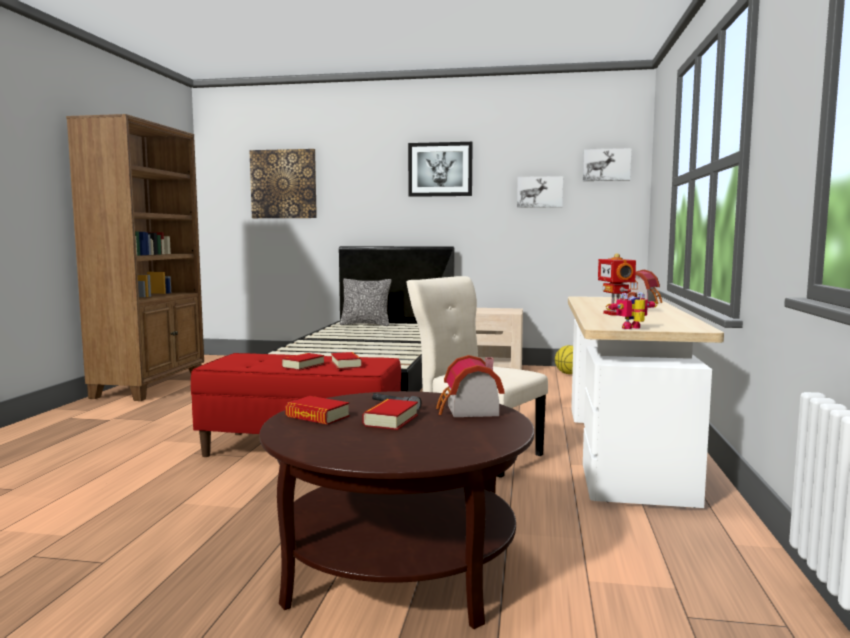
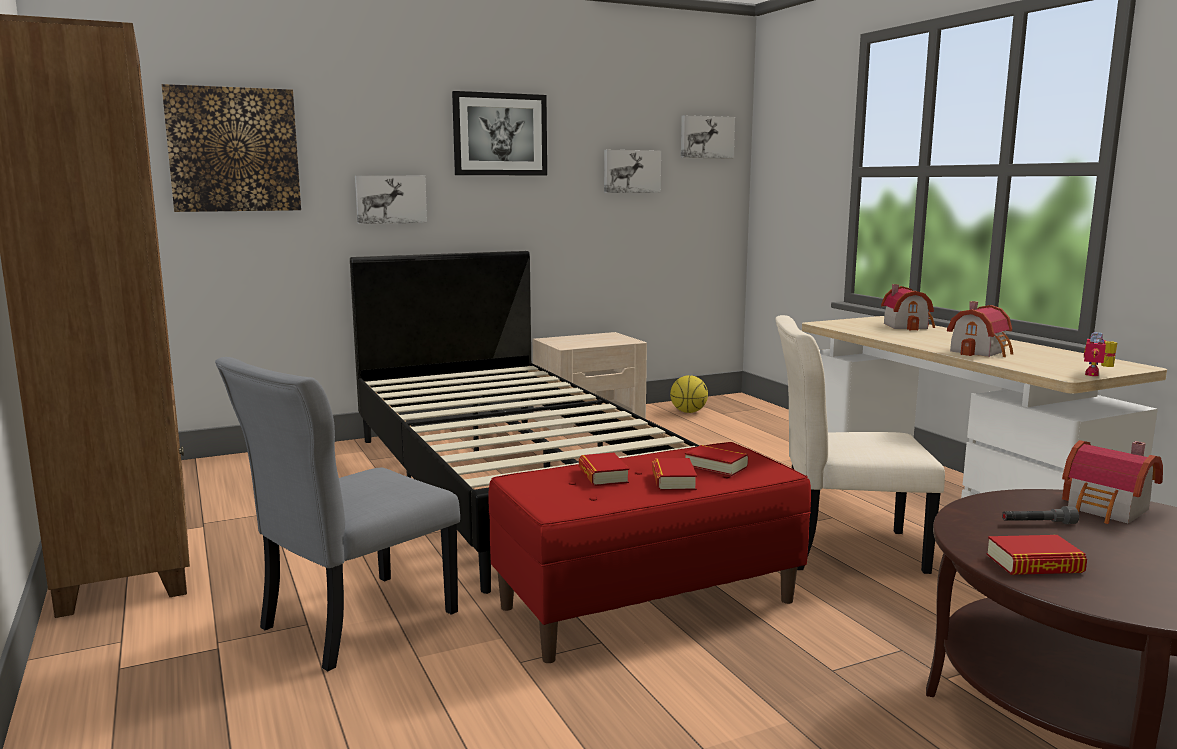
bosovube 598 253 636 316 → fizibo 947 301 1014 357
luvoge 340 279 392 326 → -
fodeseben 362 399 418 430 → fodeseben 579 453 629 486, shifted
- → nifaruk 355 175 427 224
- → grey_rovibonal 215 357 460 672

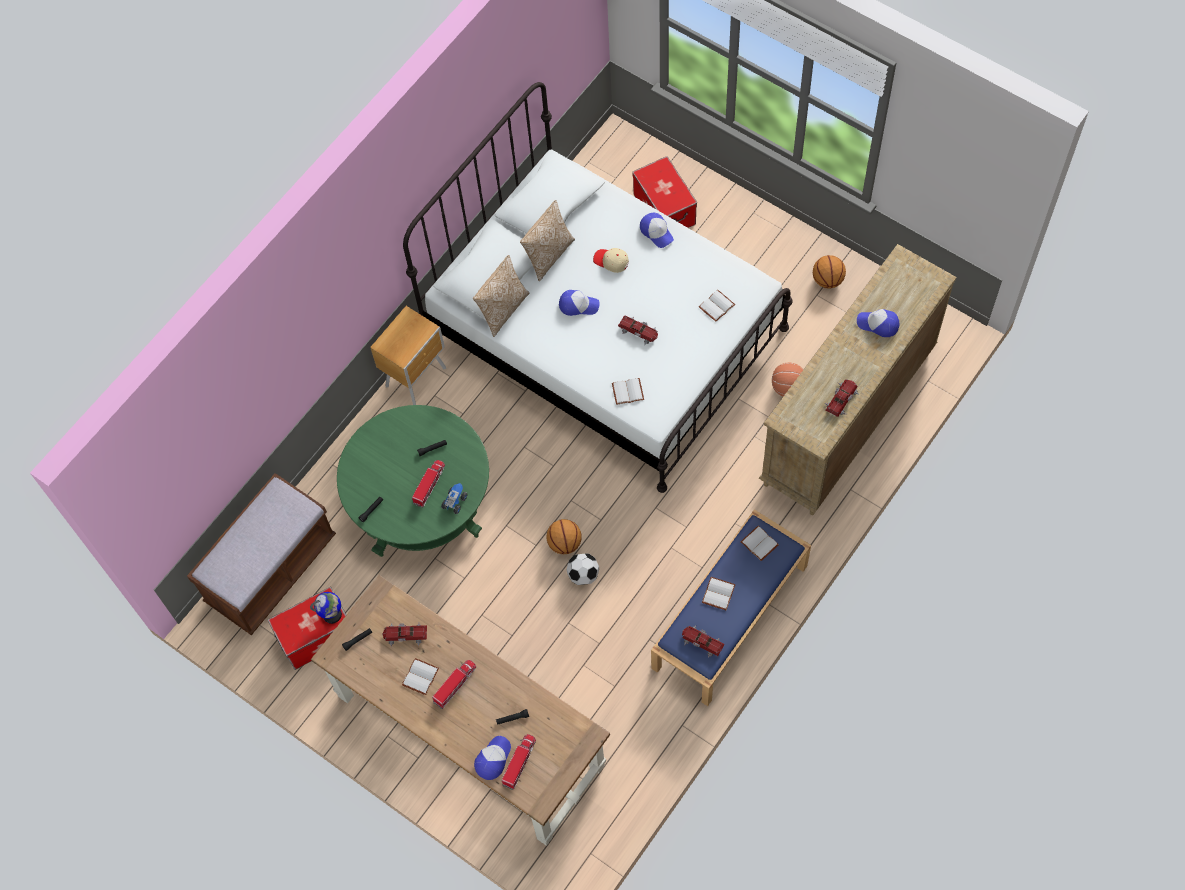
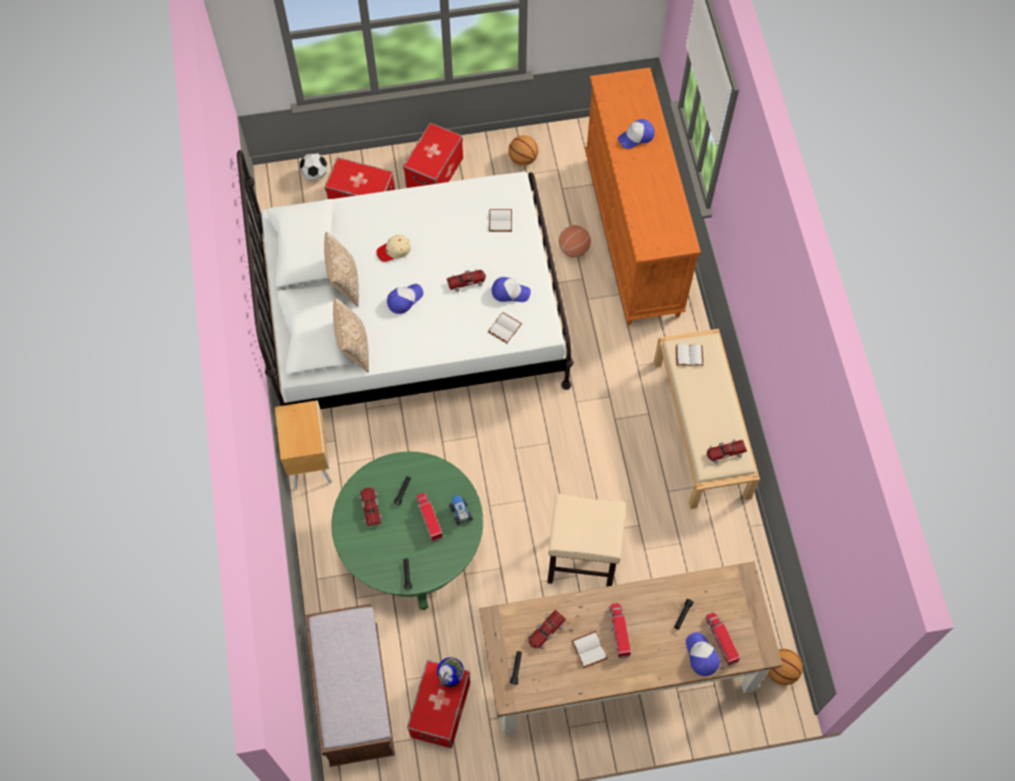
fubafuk 640 213 674 248 → fubafuk 492 277 531 302, shifted
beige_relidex 759 244 957 515 → orange_relidex 585 68 701 325
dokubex 825 379 860 417 → dokubex 358 487 385 526, shifted
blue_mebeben 651 509 811 706 → beige_mebeben 654 329 760 509
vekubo 546 519 582 554 → vekubo 768 649 803 685, shifted
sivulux 567 553 599 585 → sivulux 300 153 328 180, shifted
white_fodeseben 702 577 735 610 → -
- → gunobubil 403 123 463 188
- → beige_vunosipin 547 494 626 587

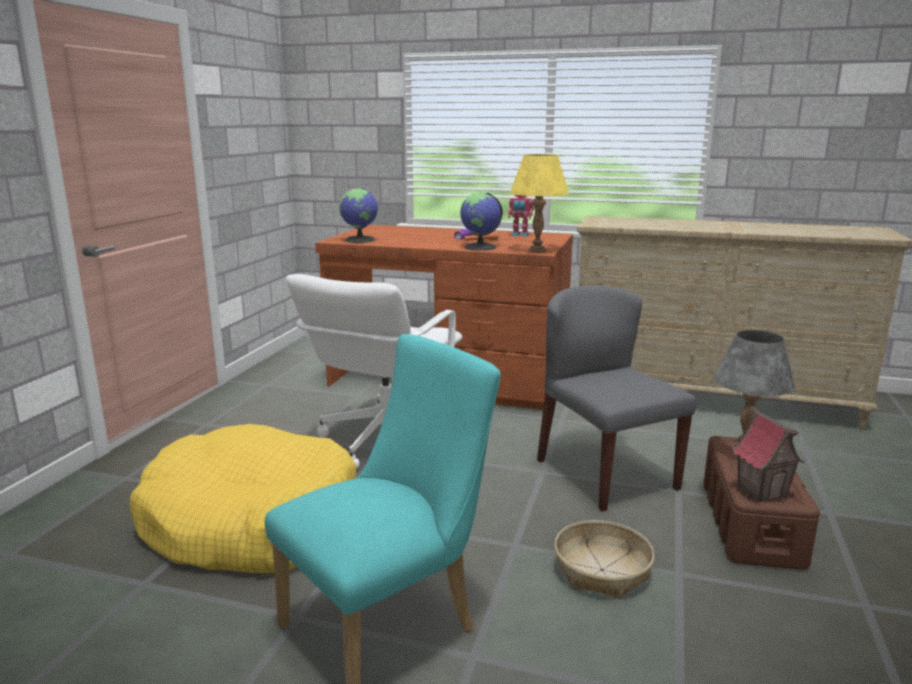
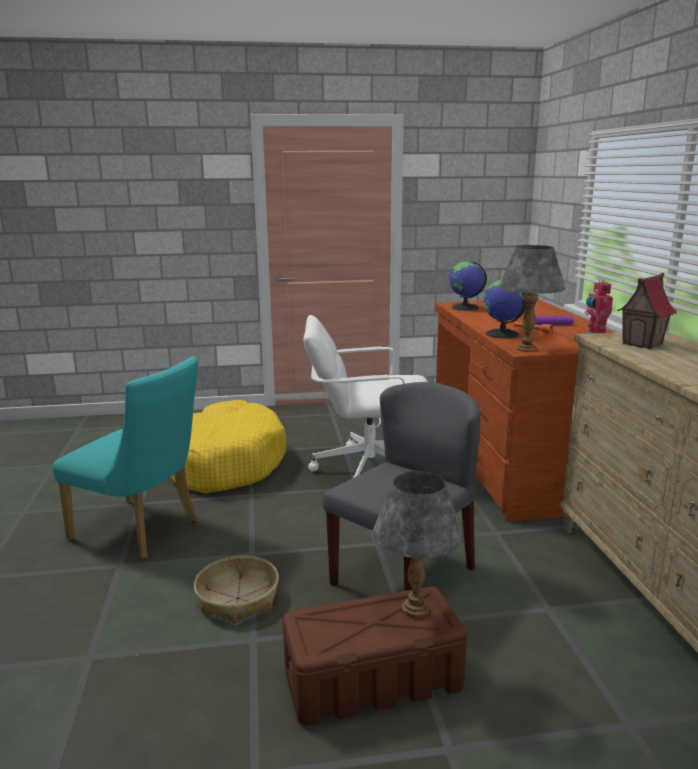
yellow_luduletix 510 154 569 252 → grey_luduletix 499 245 565 352
fizibo 732 406 804 502 → fizibo 617 273 676 349, shifted

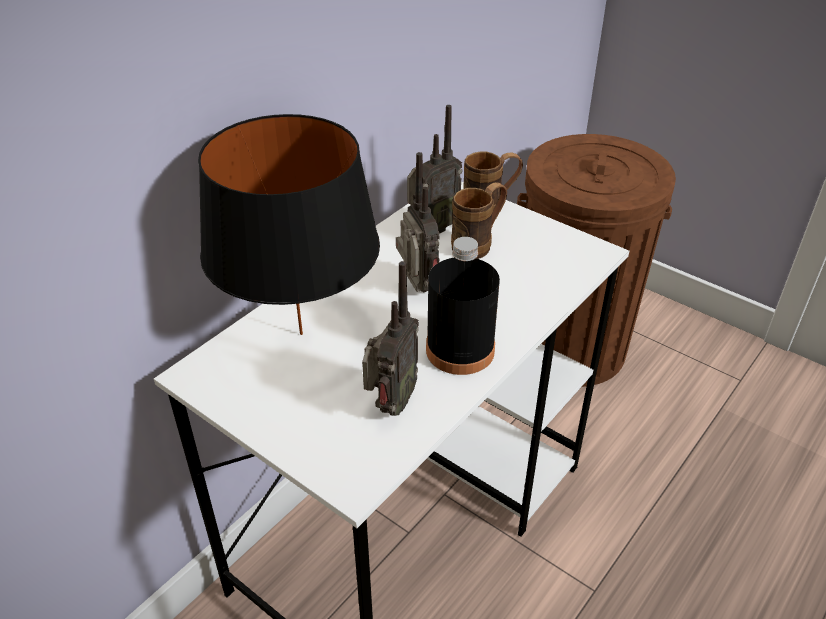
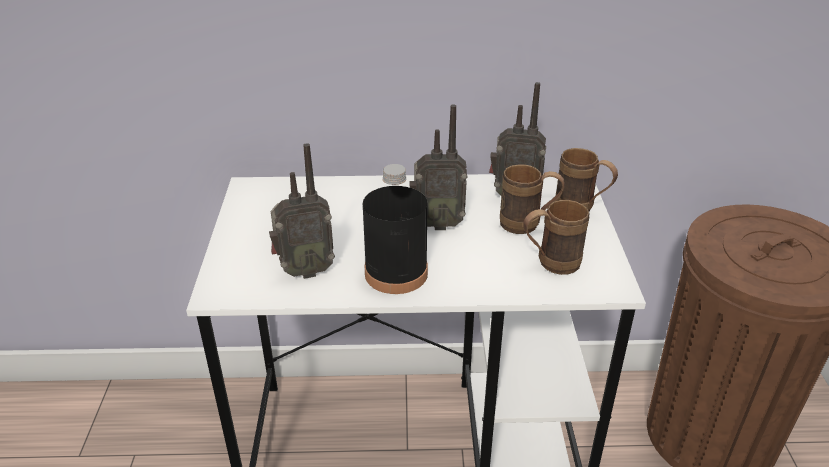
black_luduletix 198 114 380 335 → -
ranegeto 396 152 440 292 → ranegeto 410 104 468 230, 60 degrees clockwise
- → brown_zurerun 523 200 590 275

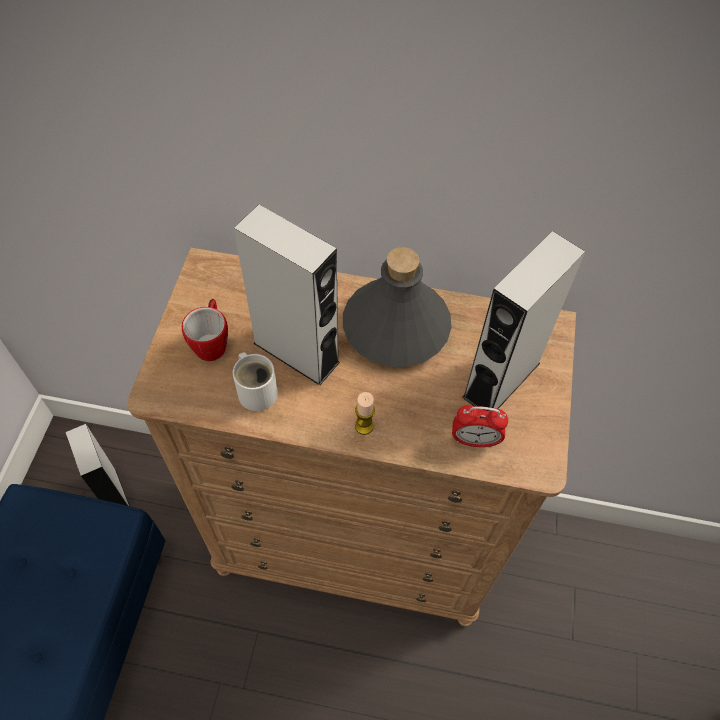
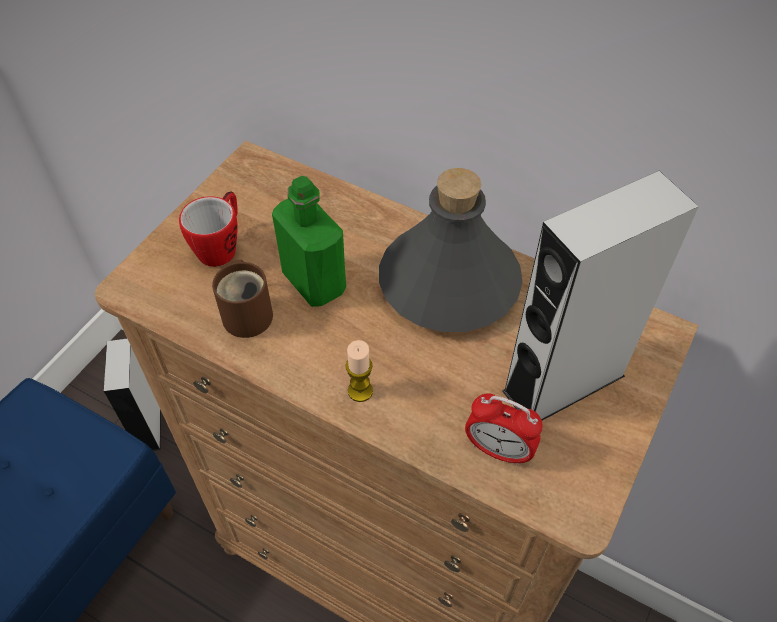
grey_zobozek 234 205 340 385 → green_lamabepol 272 176 346 307
white_zurerun 233 352 278 411 → brown_zurerun 212 260 273 338

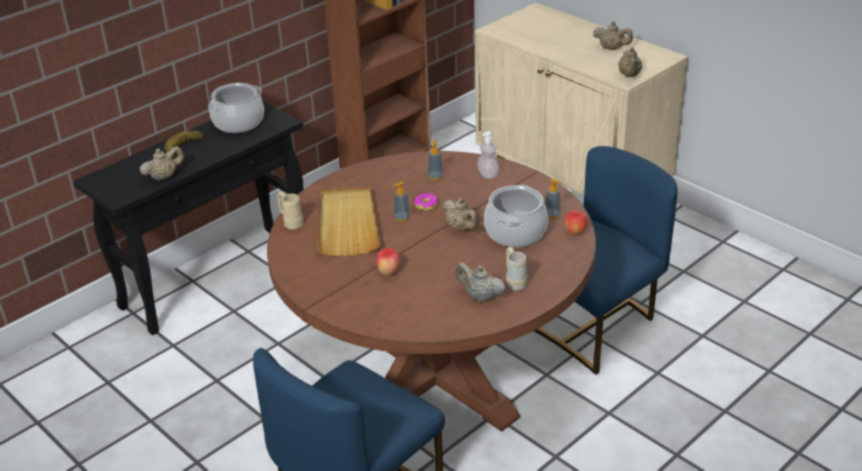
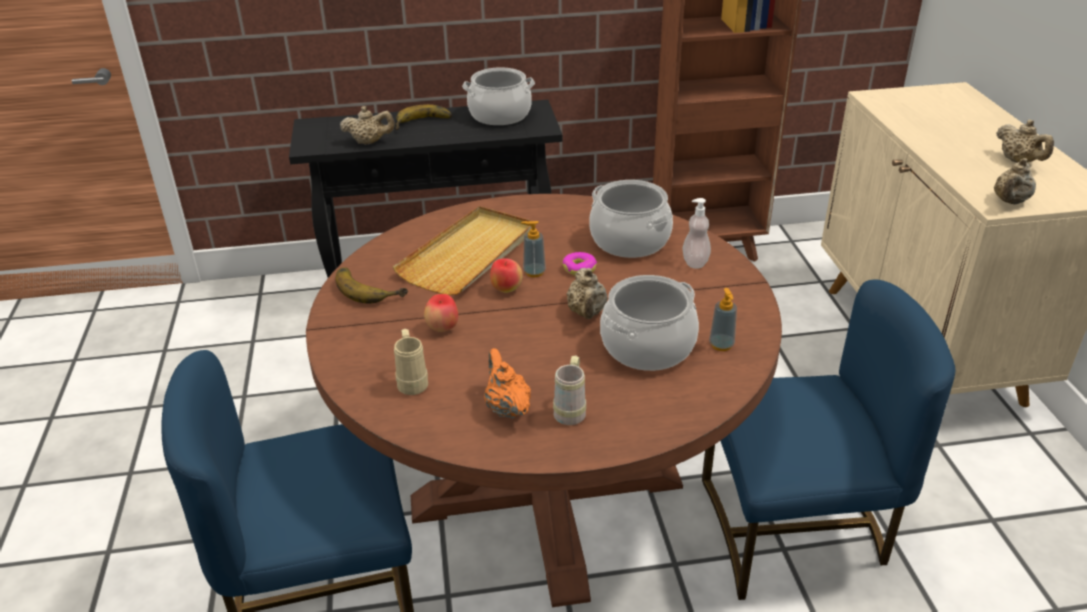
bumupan 428 139 443 180 → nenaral 589 180 673 258
beige_zurerun 277 192 303 230 → beige_zurerun 394 329 428 395, shifted
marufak 564 211 588 235 → marufak 490 258 523 293, shifted
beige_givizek 455 262 506 302 → orange_givizek 484 348 531 419
- → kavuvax 335 267 408 304

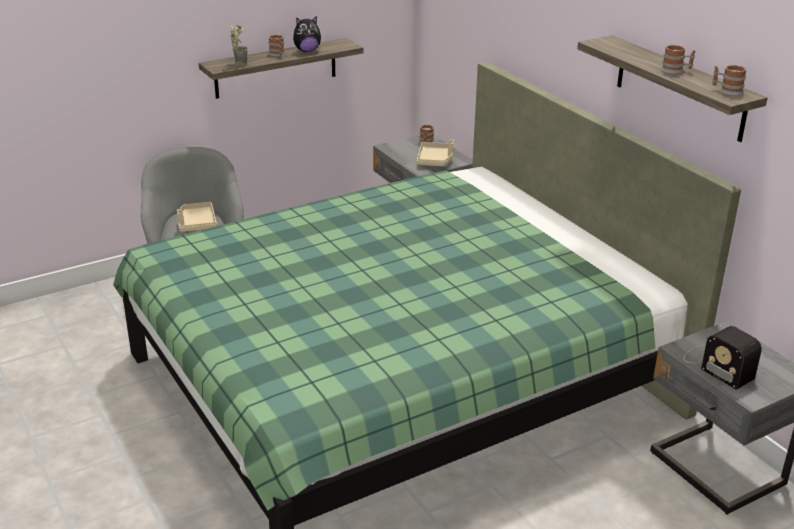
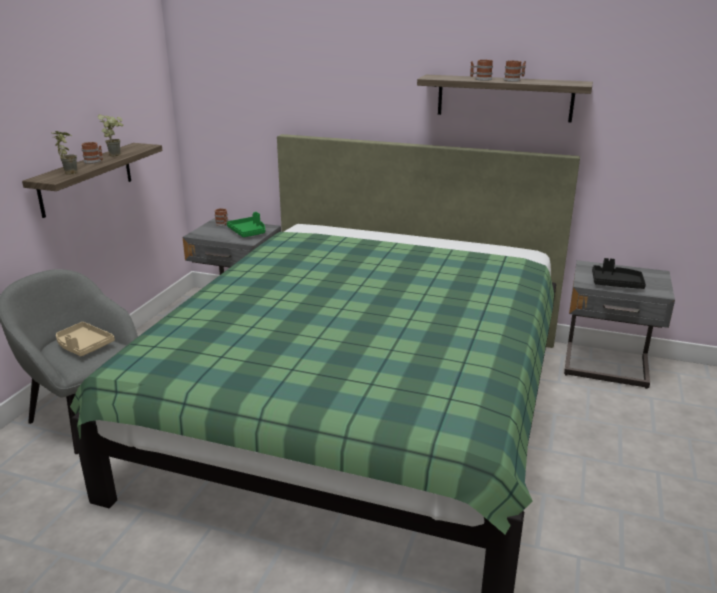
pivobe 293 16 321 52 → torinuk 97 114 124 157
zurerun 712 65 746 96 → zurerun 470 59 493 81, shifted
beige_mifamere 417 140 454 166 → green_mifamere 227 212 265 237
ranegeto 684 326 762 390 → black_mifamere 592 258 646 289

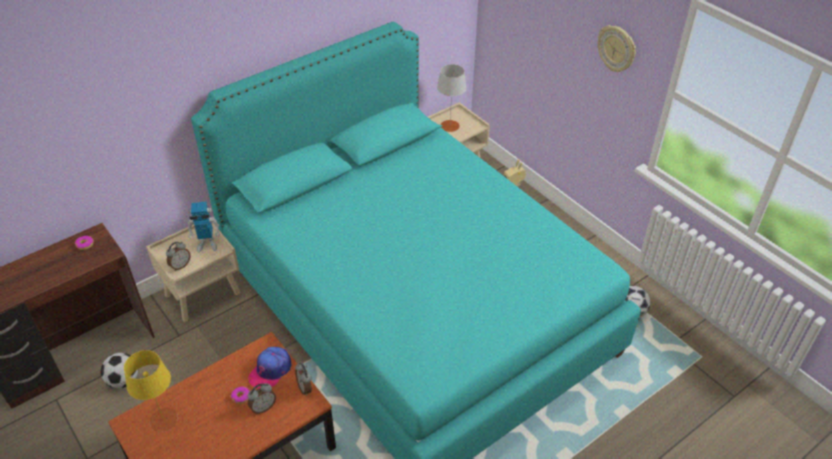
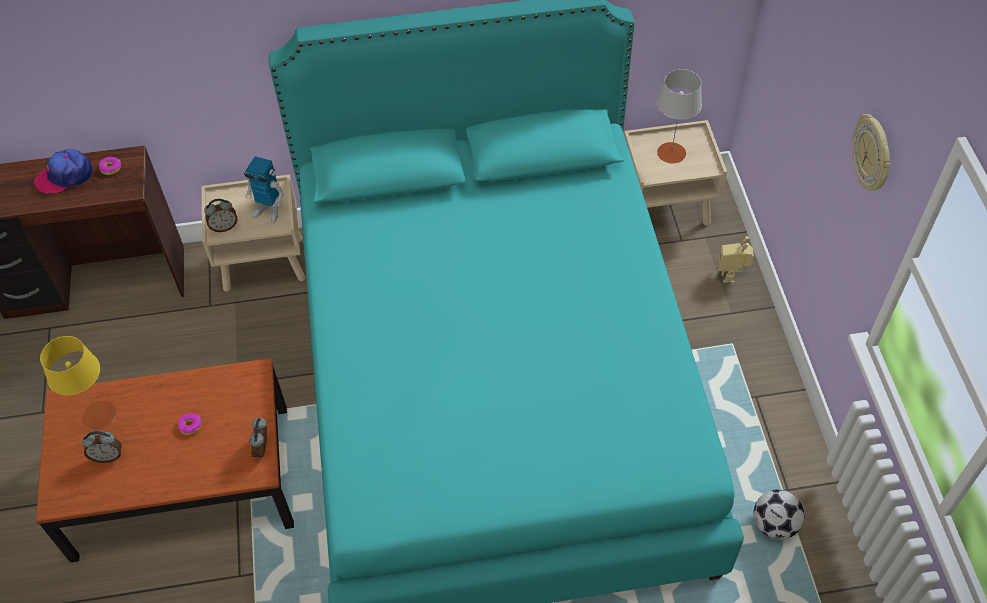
fubafuk 248 347 291 389 → fubafuk 34 149 93 194, shifted
sivulux 101 353 138 388 → -
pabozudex 248 383 276 414 → pabozudex 82 431 122 463, shifted

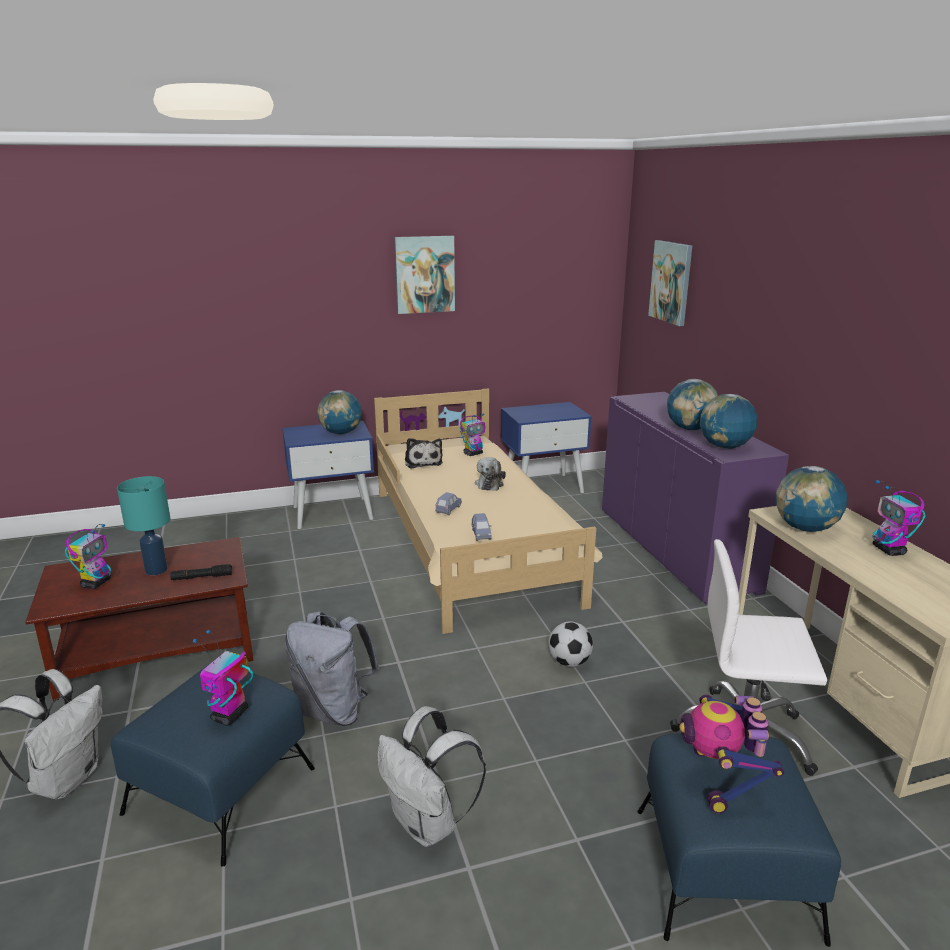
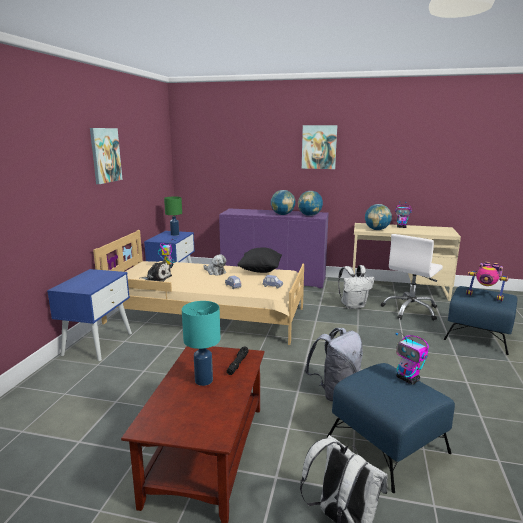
nifaruk 648 240 692 326 → nifaruk 302 125 337 169, shifted
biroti 317 390 362 435 → -
bosovube 65 524 111 589 → -
sivulux 548 621 593 667 → -
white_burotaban 378 706 486 847 → white_burotaban 338 265 375 309, shifted
- → green_luduletix 164 197 182 236
- → black_luvoge 237 247 282 273

